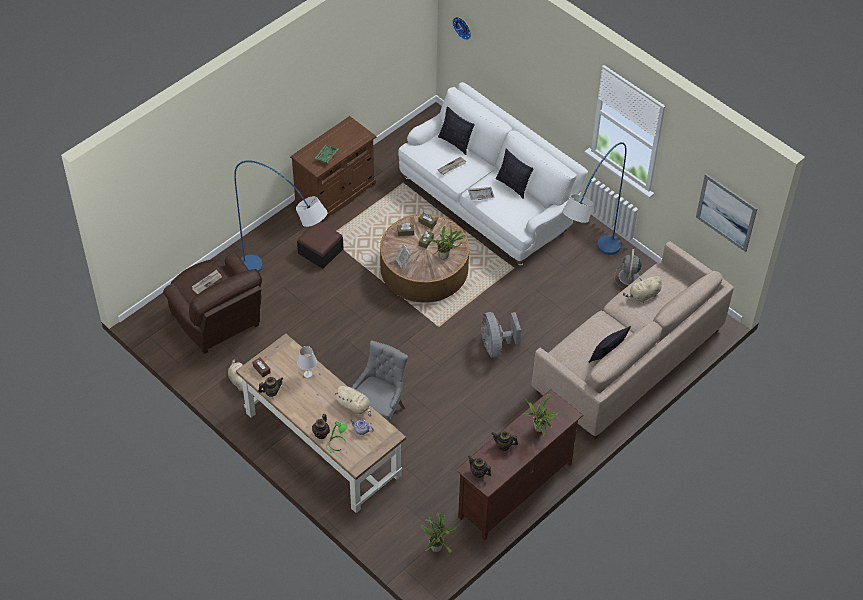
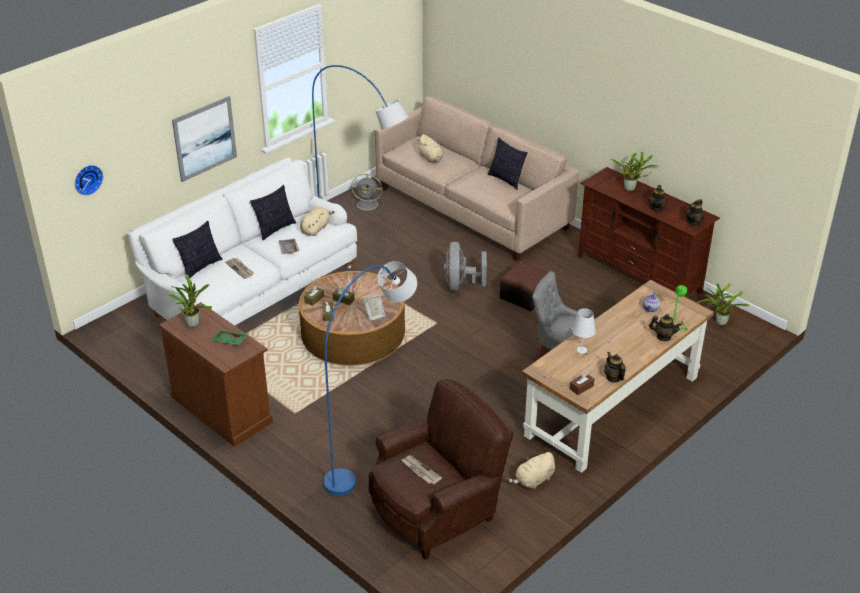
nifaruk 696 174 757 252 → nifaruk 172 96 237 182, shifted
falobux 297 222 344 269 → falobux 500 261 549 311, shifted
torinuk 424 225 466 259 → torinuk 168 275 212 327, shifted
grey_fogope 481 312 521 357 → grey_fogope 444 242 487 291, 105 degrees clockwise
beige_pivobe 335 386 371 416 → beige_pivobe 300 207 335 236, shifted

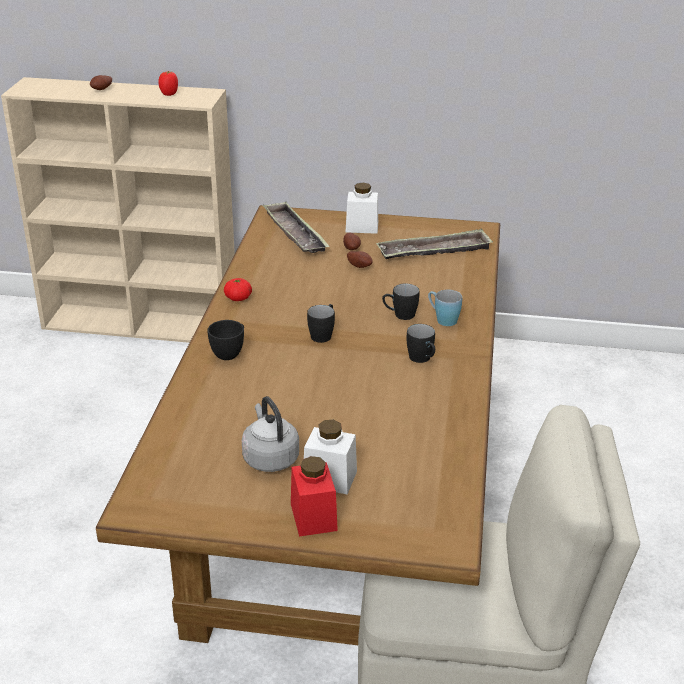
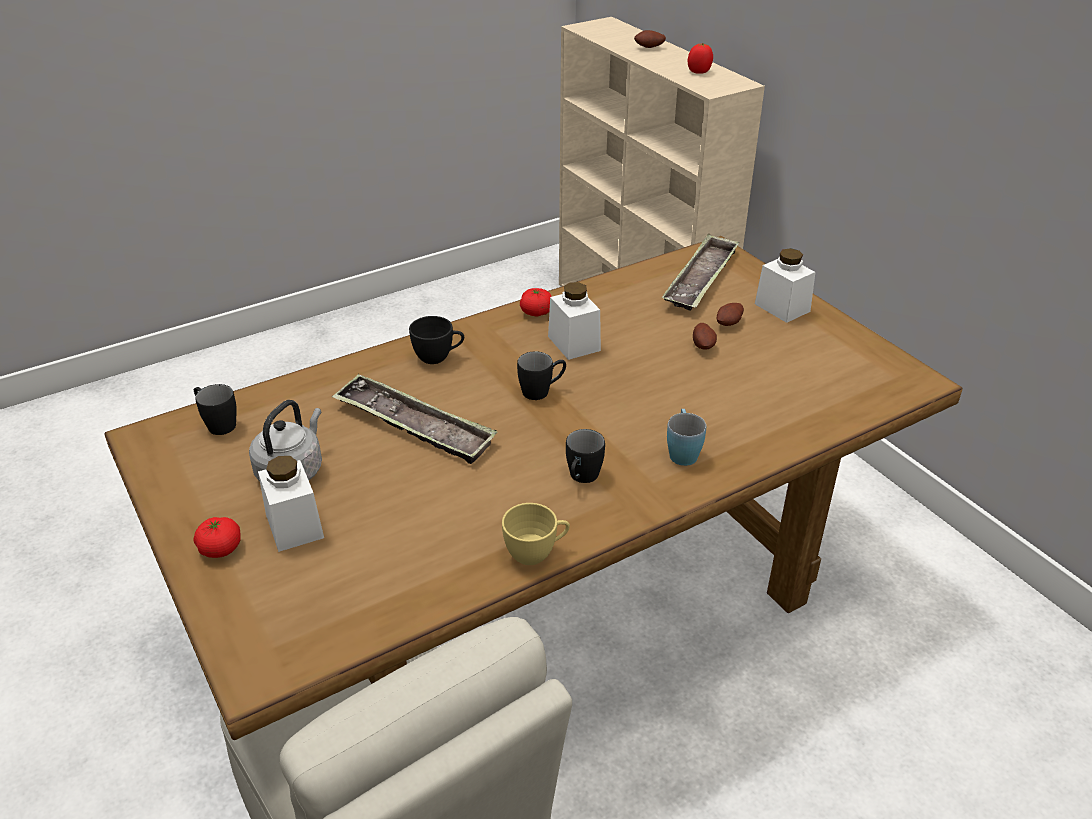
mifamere 376 228 493 259 → mifamere 332 374 498 464, shifted
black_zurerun 382 284 420 320 → black_zurerun 194 384 237 435, shifted
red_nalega 291 456 338 537 → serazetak 194 517 241 558
- → white_nalega 548 282 601 360
- → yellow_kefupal 502 503 570 565

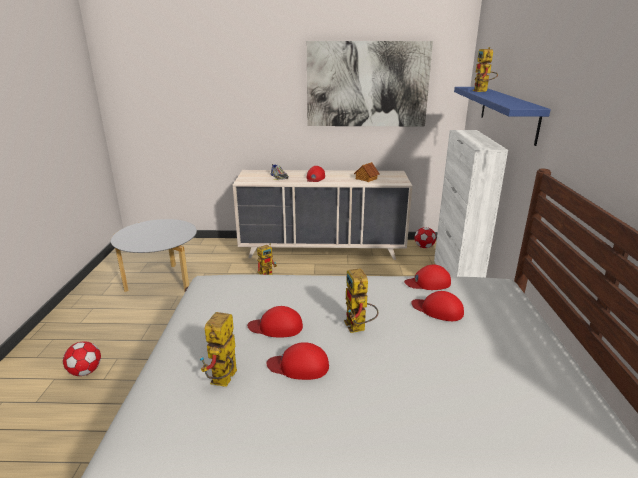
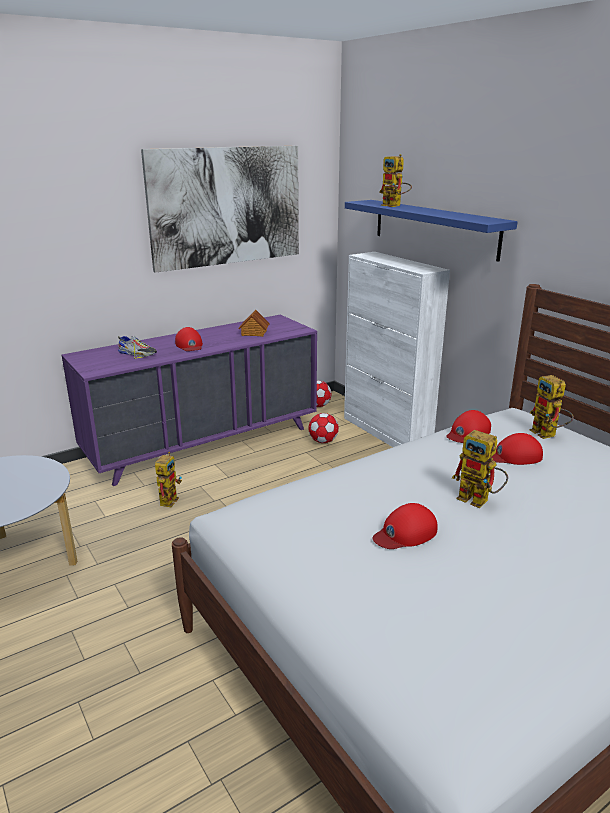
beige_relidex 233 170 412 260 → purple_relidex 62 315 317 486
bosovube 200 312 237 387 → bosovube 530 375 574 439, shifted
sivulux 63 341 101 376 → sivulux 308 413 339 443, shifted
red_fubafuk 267 342 329 380 → -

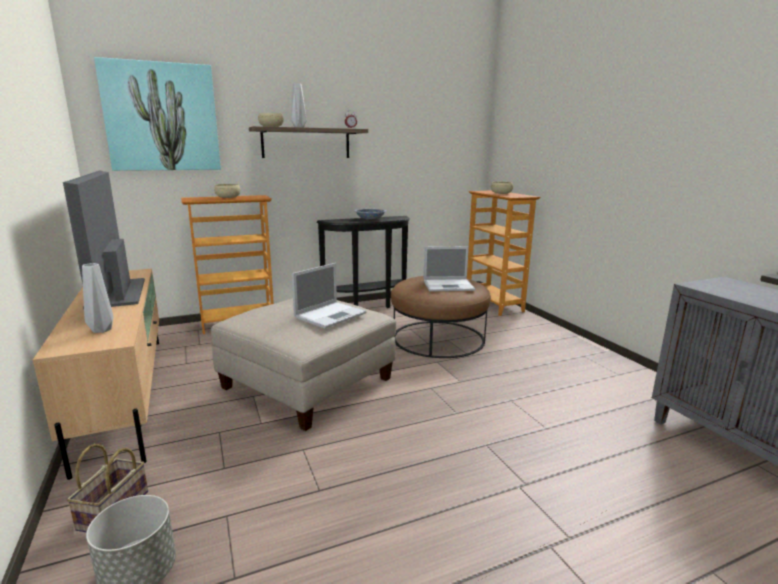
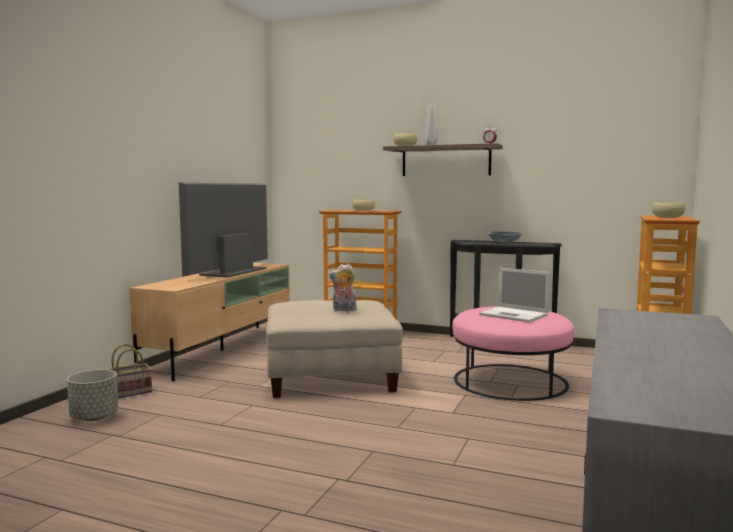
nifaruk 94 57 221 171 → -
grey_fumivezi 82 263 113 333 → -
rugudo 292 263 367 329 → pivobe 329 264 357 311
brown_falobux 391 276 491 358 → pink_falobux 452 306 574 401

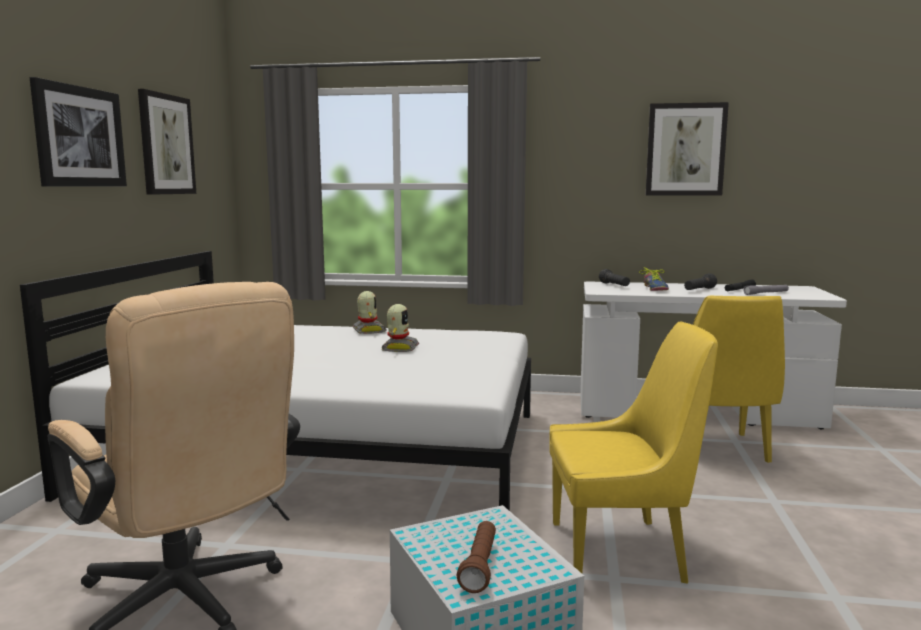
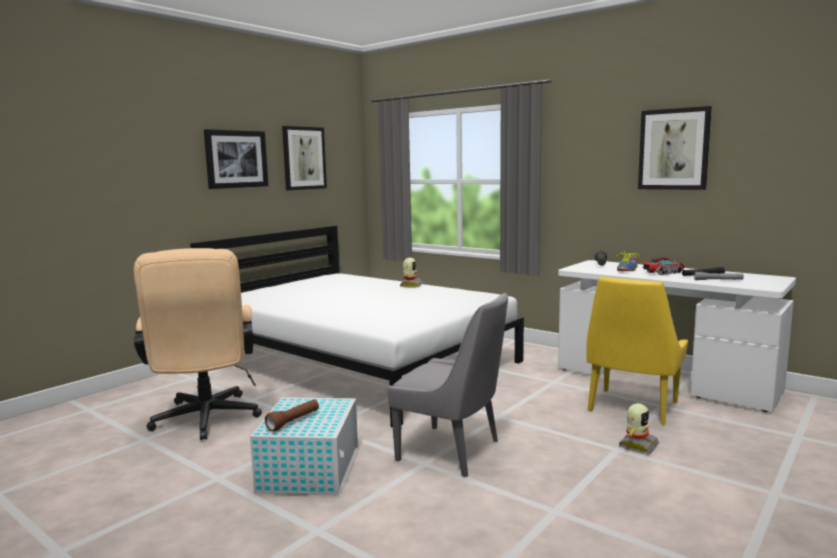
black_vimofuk 684 273 717 290 → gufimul 642 257 684 276
bosovube 381 304 419 352 → bosovube 619 403 659 454, shifted
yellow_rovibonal 549 322 718 584 → grey_rovibonal 388 293 508 477

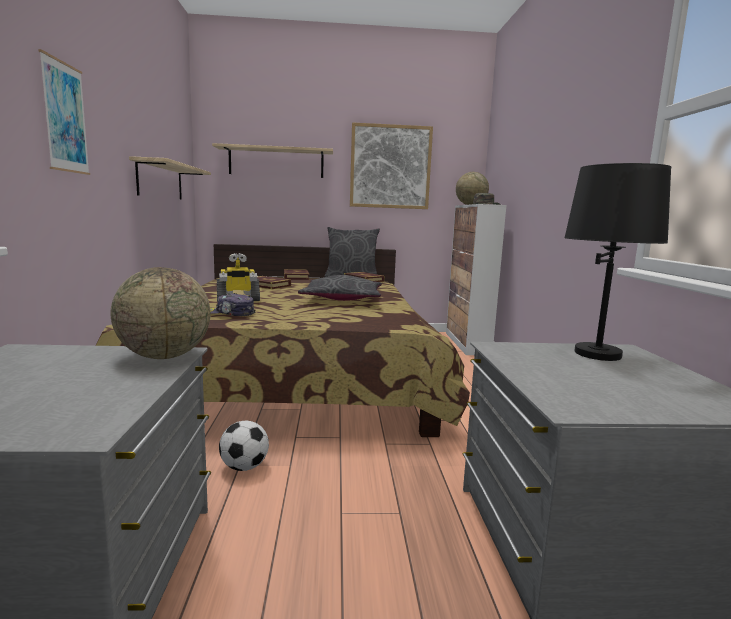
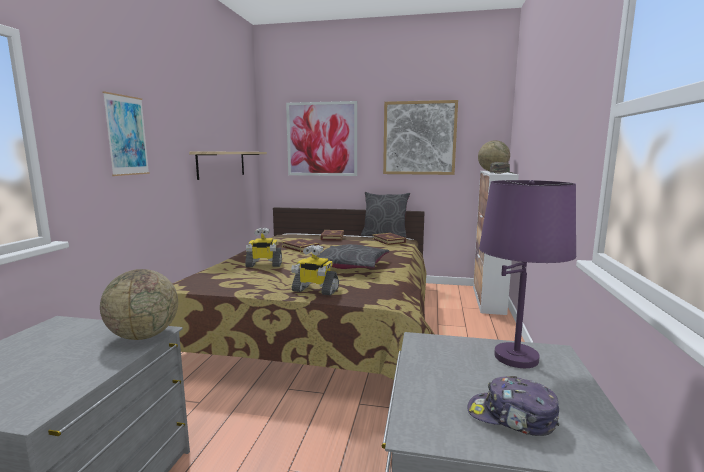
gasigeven 212 143 333 178 → nifaruk 286 101 357 176
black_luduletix 564 163 671 361 → purple_luduletix 479 180 576 368
fubafuk 210 293 256 316 → fubafuk 467 376 560 436, shifted
sivulux 219 421 269 471 → -
- → bosovube 291 245 339 296

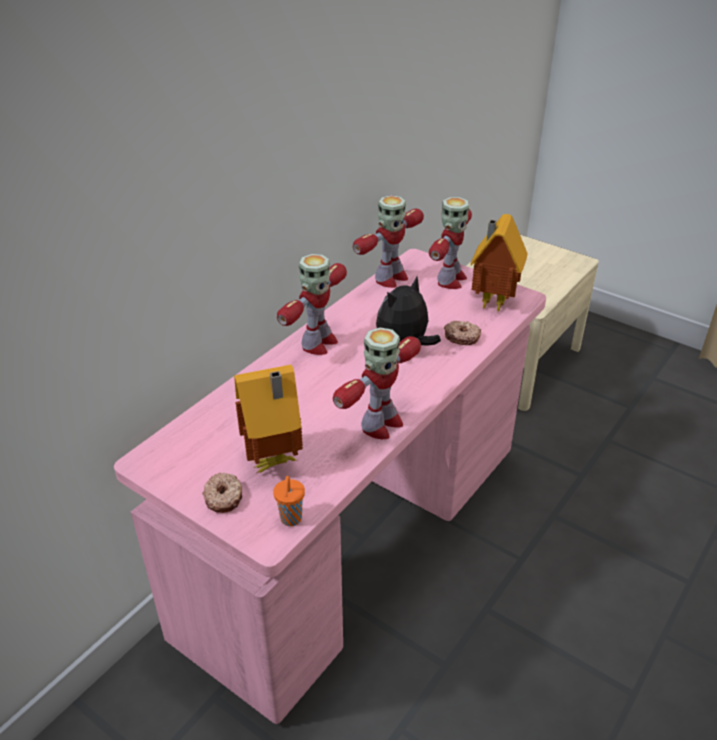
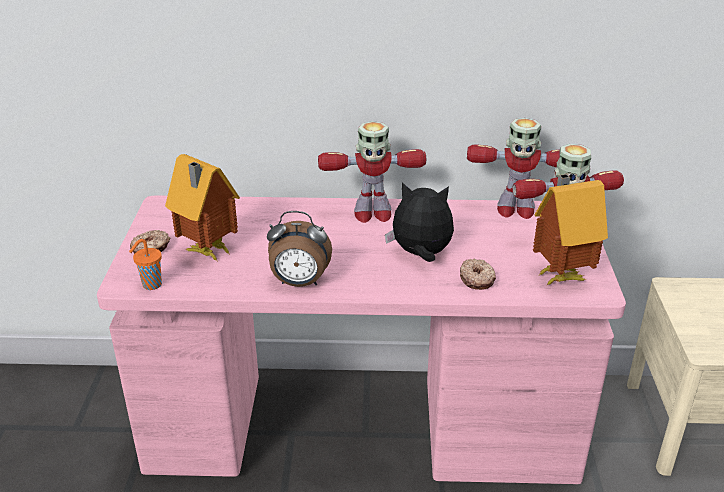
bosovube 333 327 421 439 → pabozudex 267 211 332 287

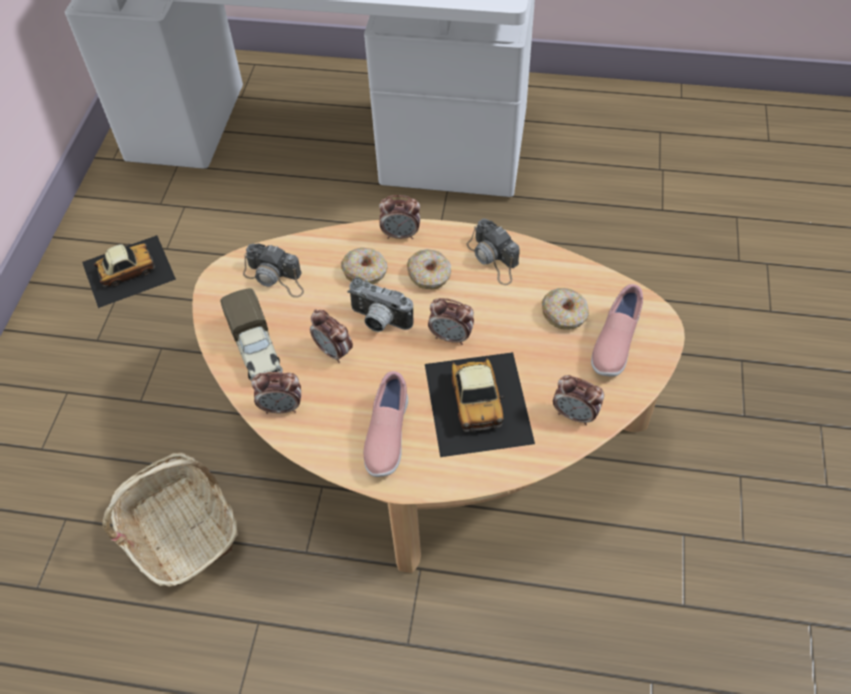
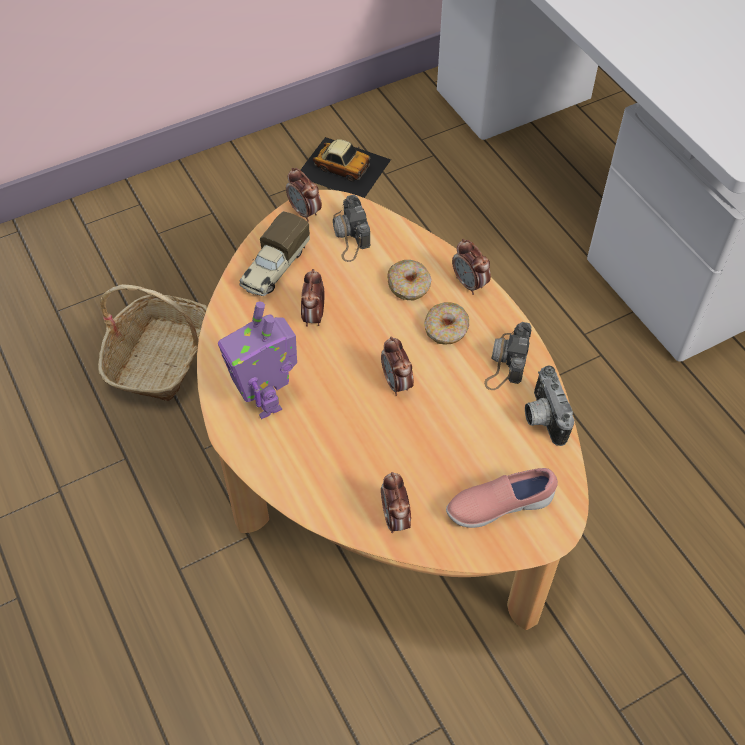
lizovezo 347 278 413 332 → lizovezo 525 365 574 446, shifted
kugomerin 542 288 589 330 → -
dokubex 425 352 535 457 → -
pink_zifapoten 364 371 408 477 → bosovube 218 301 297 419
pabozudex 251 372 301 414 → pabozudex 286 168 322 222, shifted

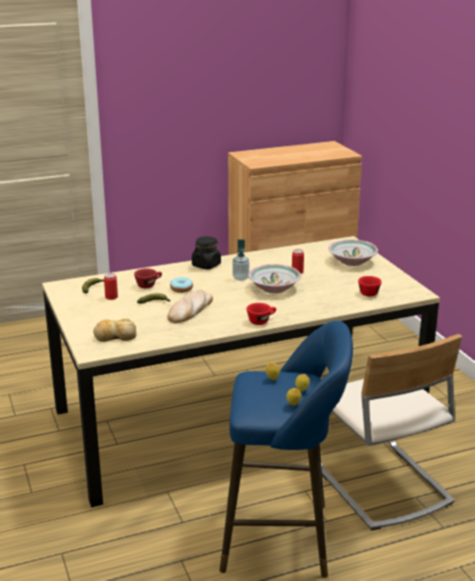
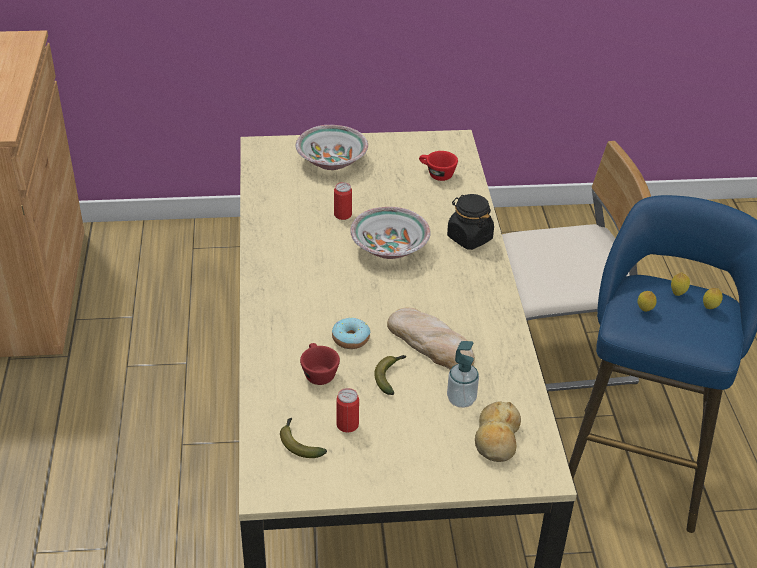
black_nalega 192 236 221 270 → black_nalega 447 194 494 250, shifted
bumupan 232 239 249 281 → bumupan 447 341 479 408, shifted
red_kefupal 247 303 276 325 → -

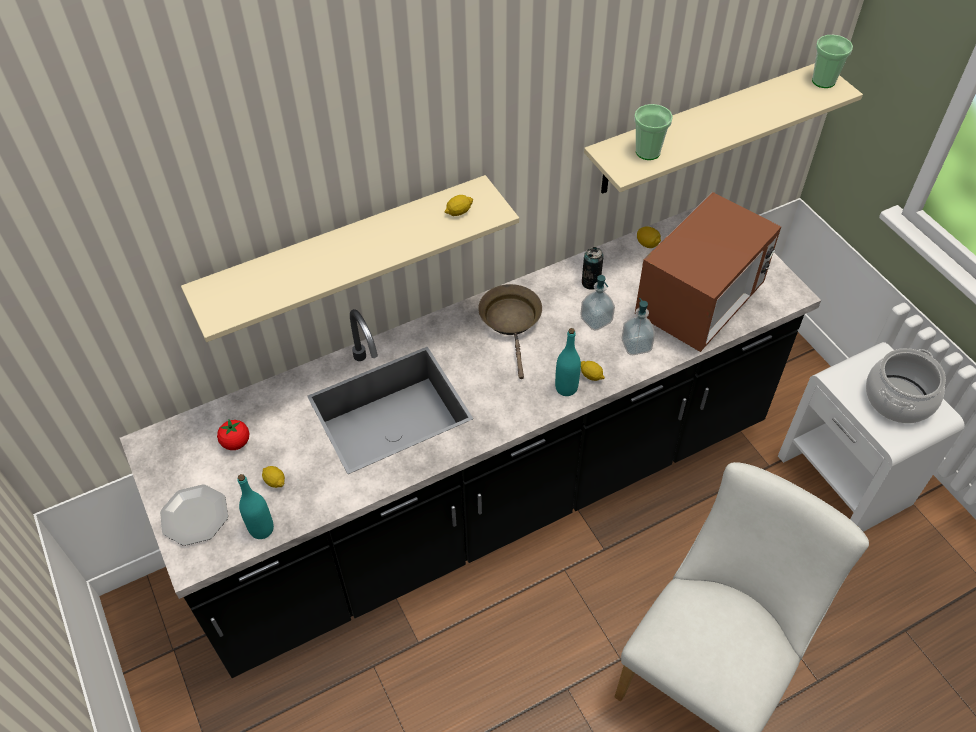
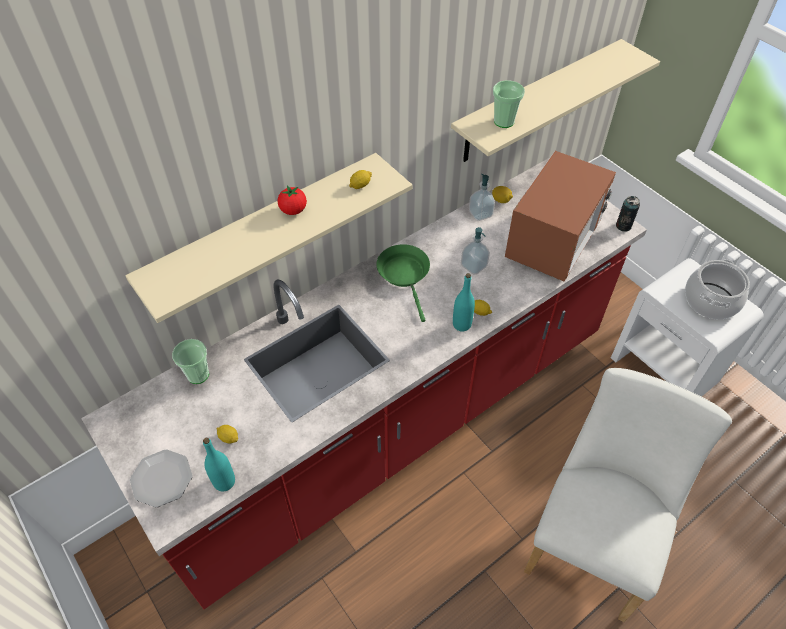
kefupal 812 35 853 88 → kefupal 172 339 209 384, shifted
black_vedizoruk 120 206 821 678 → red_vedizoruk 81 158 647 609
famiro 582 247 604 290 → famiro 616 196 640 232, shifted
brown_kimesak 478 284 542 379 → green_kimesak 376 244 430 322
bumupan 621 298 655 355 → bumupan 469 174 495 221, shifted
serazetak 217 419 250 450 → serazetak 277 185 307 215, shifted

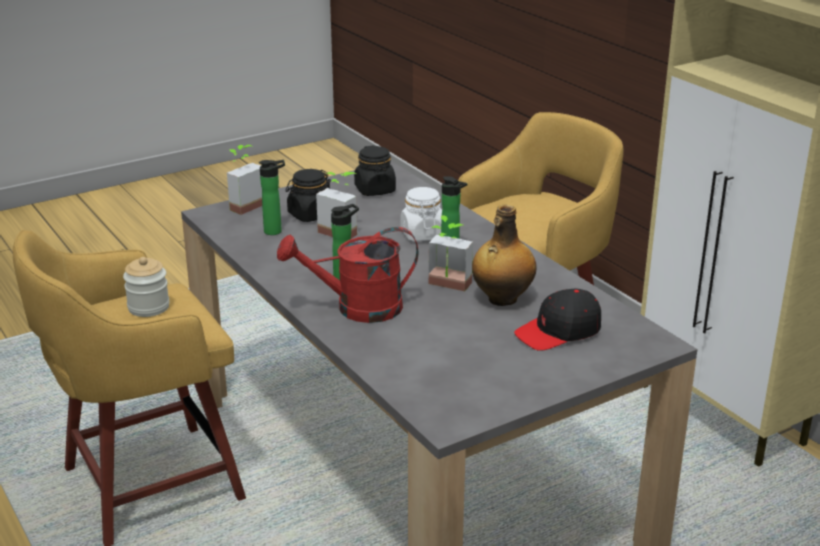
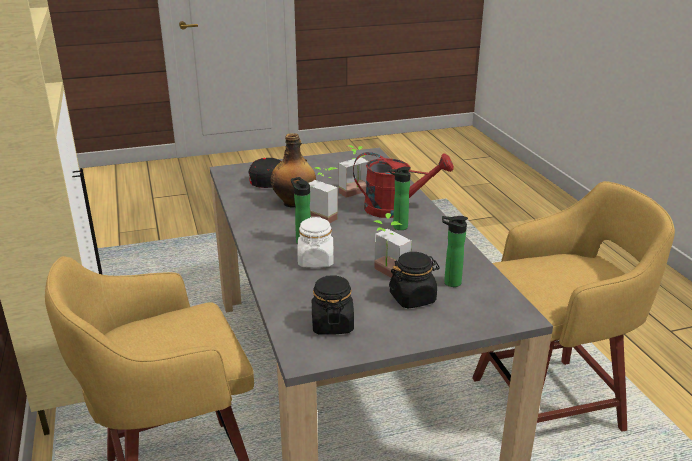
torinuk 227 145 262 215 → torinuk 339 145 369 198, shifted
nalega 123 257 170 317 → -

